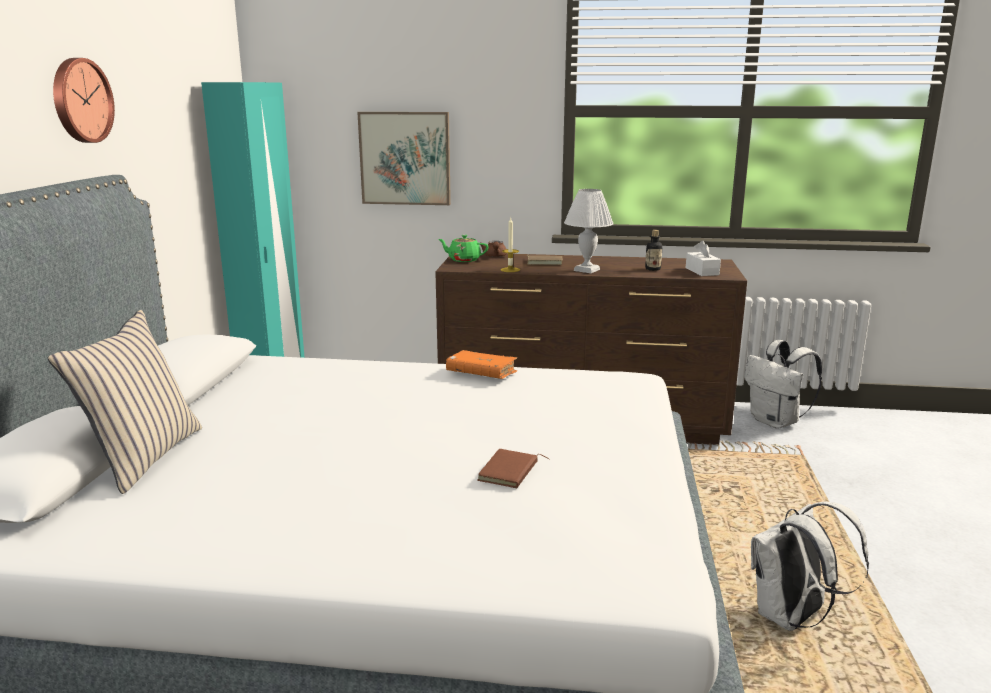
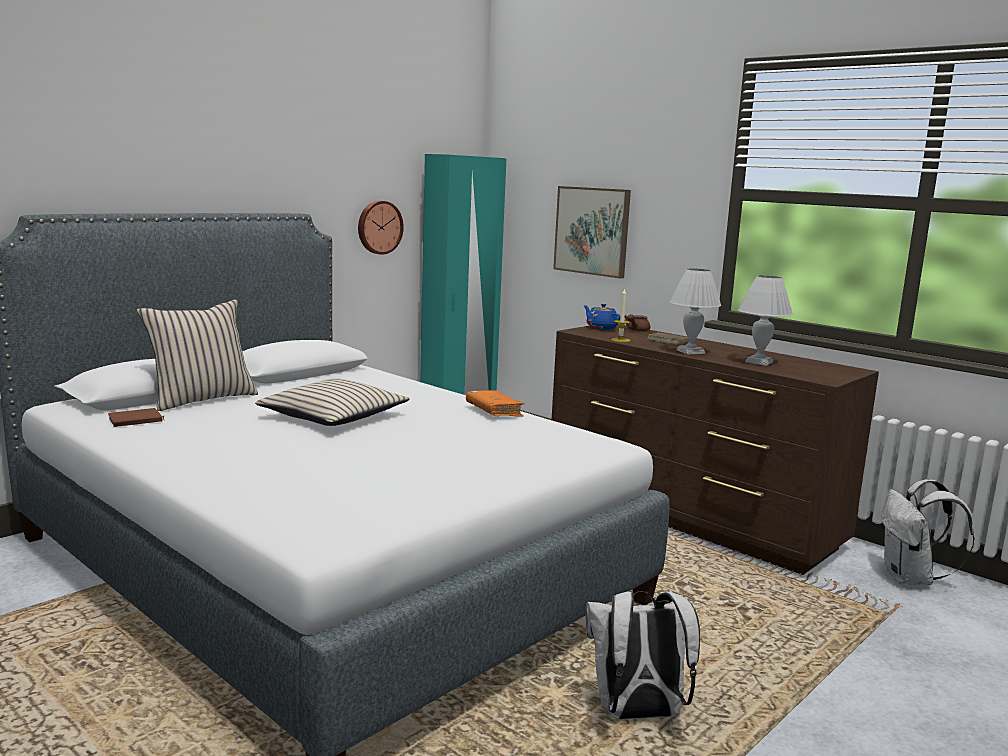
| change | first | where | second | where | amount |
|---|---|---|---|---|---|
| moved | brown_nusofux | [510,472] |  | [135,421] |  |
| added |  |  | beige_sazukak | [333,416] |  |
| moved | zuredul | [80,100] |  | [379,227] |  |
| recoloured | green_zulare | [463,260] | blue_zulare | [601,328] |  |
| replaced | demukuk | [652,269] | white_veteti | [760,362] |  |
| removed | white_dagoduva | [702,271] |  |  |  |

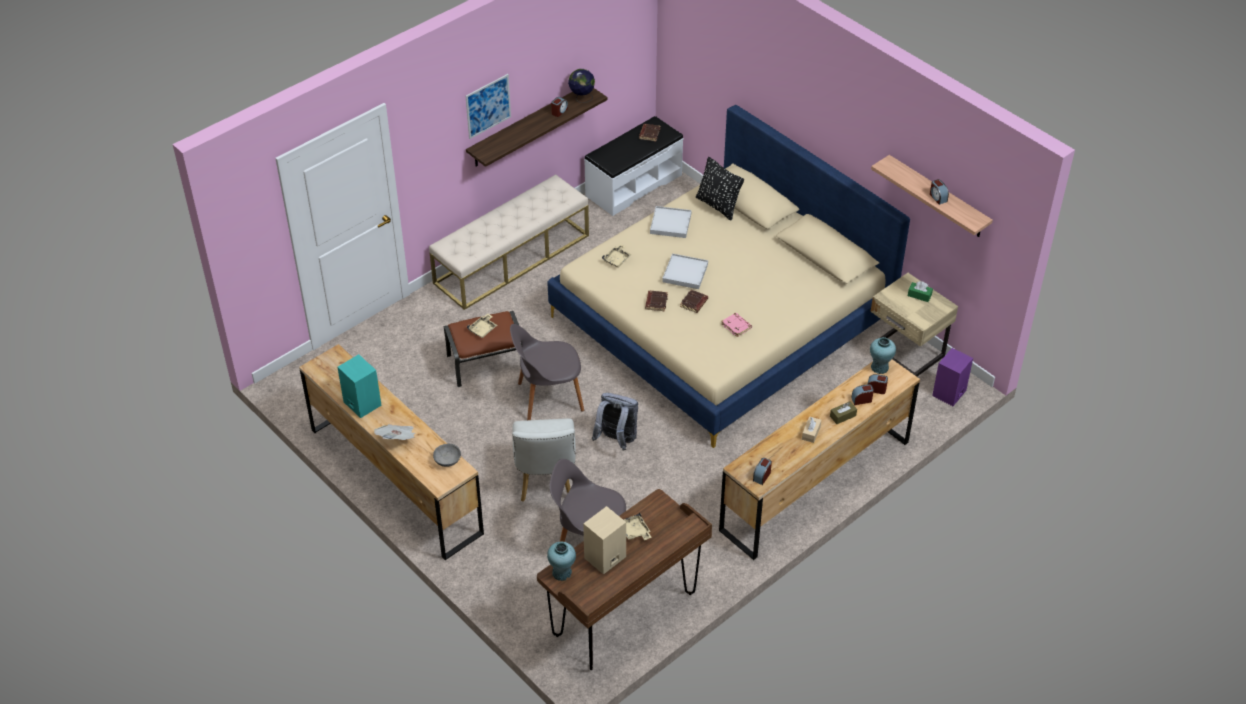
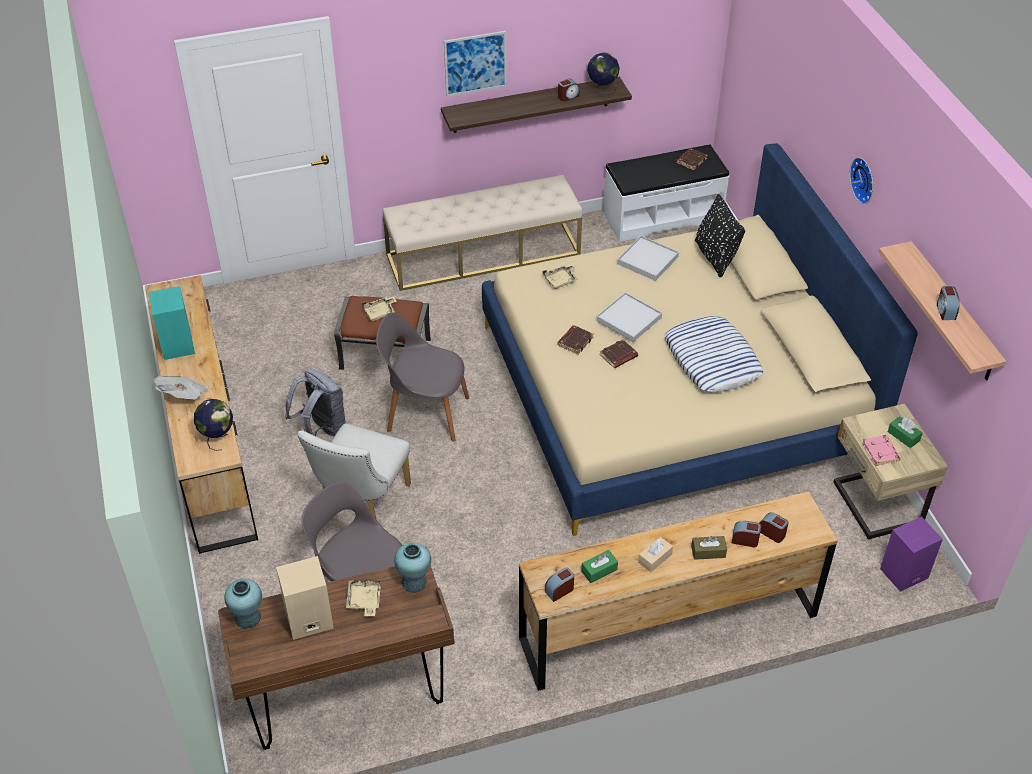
| change | first | where | second | where | amount |
|---|---|---|---|---|---|
| replaced | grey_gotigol | [447,460] | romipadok | [218,438] |  |
| moved | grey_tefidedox | [616,440] |  | [321,429] |  |
| moved | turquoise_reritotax | [879,367] |  | [414,582] |  |
| added |  |  | green_dagoduva | [599,570] |  |
| added |  |  | sazukak | [712,360] |  |
| added |  |  | zuredul | [865,180] |  |
| moved | pink_nusofux | [737,326] |  | [881,453] |  |

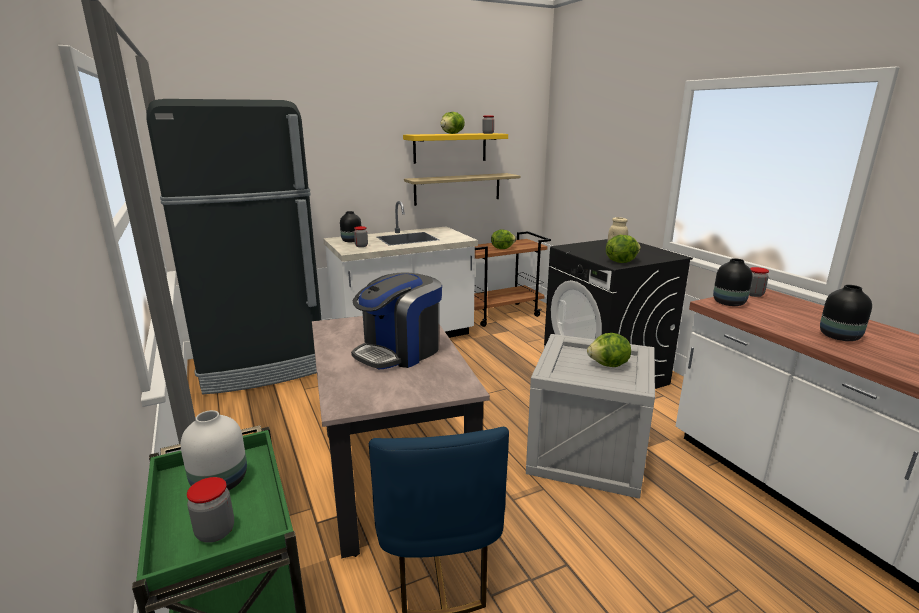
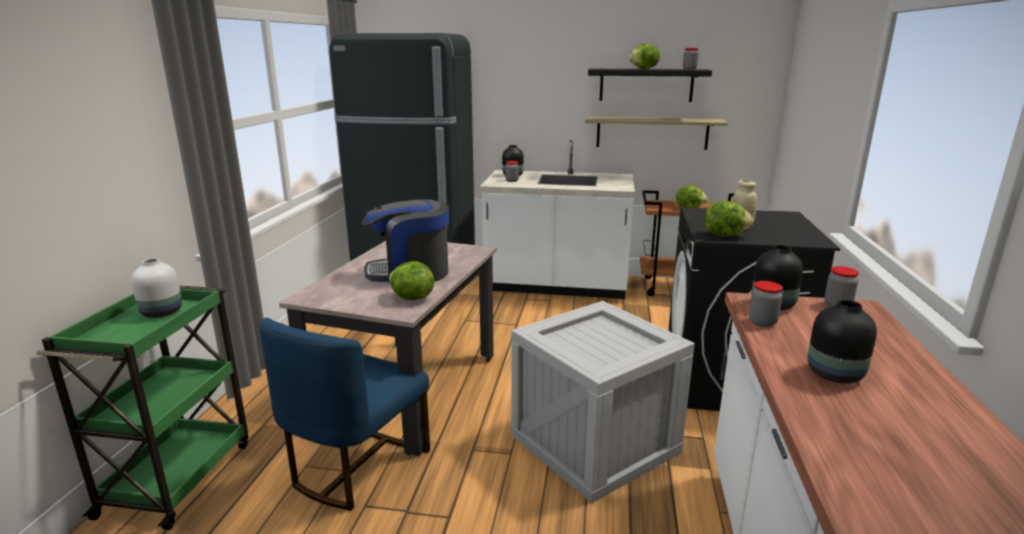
| change | first | where | second | where | amount |
|---|---|---|---|---|---|
| moved | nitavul | [608,365] |  | [411,298] |  |
| recoloured | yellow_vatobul | [450,148] | black_vatobul | [646,85] |  |
| moved | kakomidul | [215,532] |  | [762,322] |  |

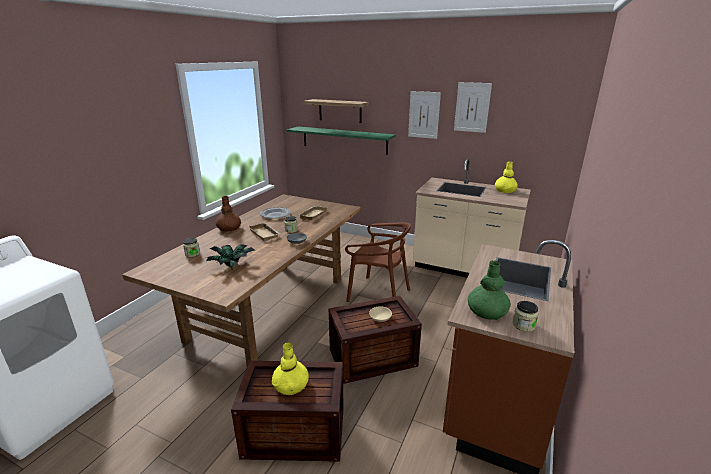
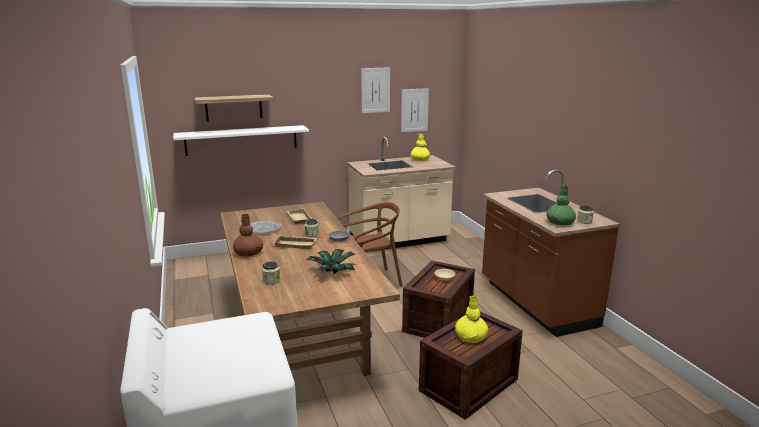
| change | first | where | second | where | amount |
|---|---|---|---|---|---|
| recoloured | green_vatobul | [344,140] | white_vatobul | [241,140] |  |
| moved | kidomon | [424,115] |  | [414,110] |  |

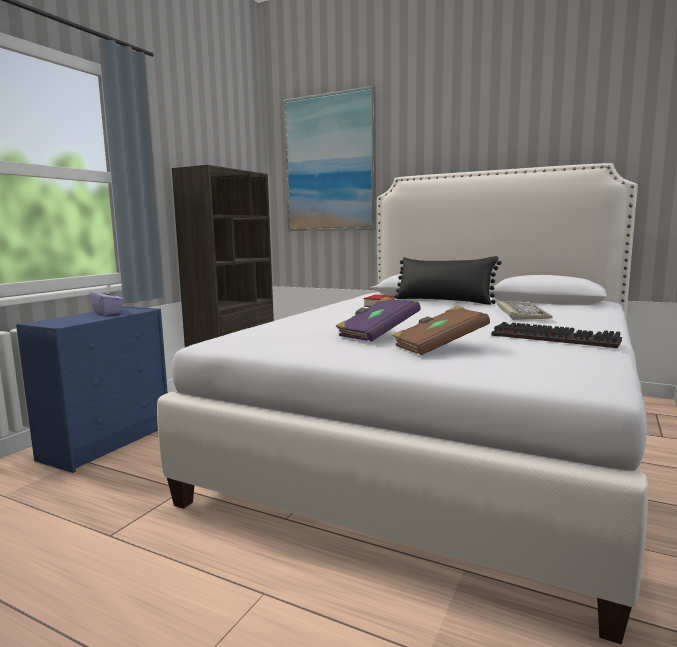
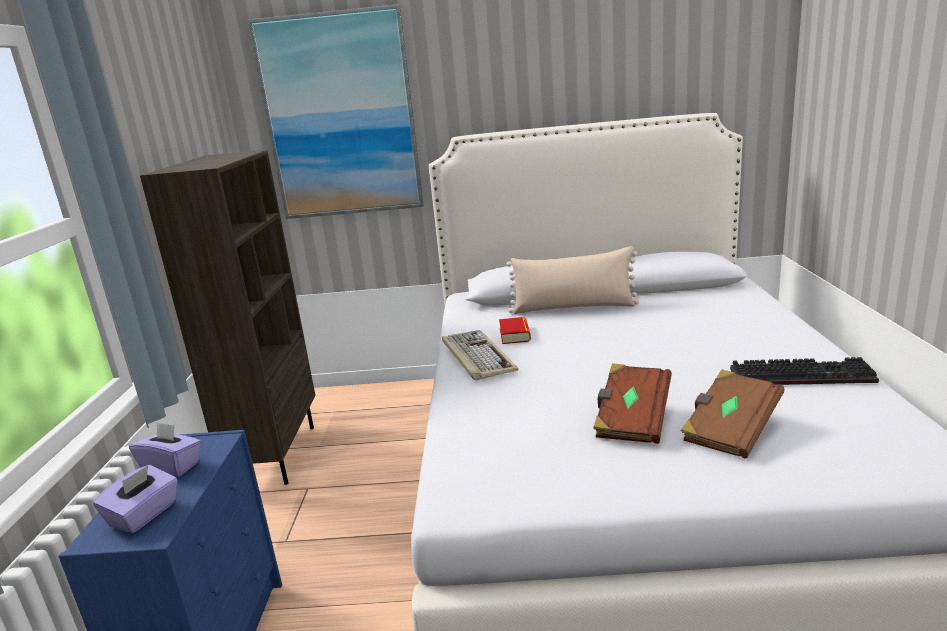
| change | first | where | second | where | amount |
|---|---|---|---|---|---|
| added |  |  | purple_dagoduva | [144,515] |  |
| moved | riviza | [520,313] |  | [476,357] |  |
| recoloured | black_sazukak | [444,301] | beige_sazukak | [573,307] |  |
| recoloured | purple_nusofux | [377,334] | brown_nusofux | [631,420] |  |

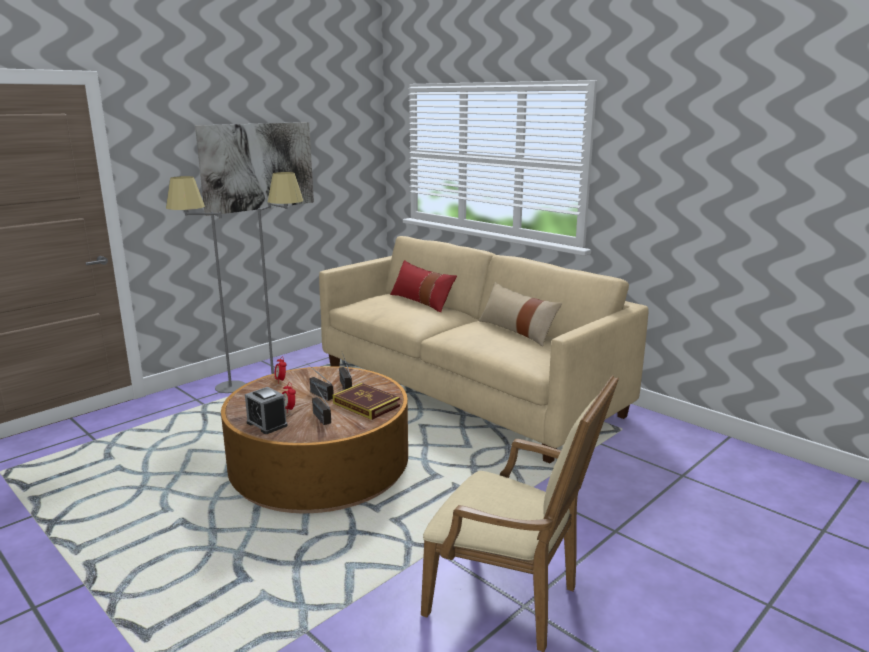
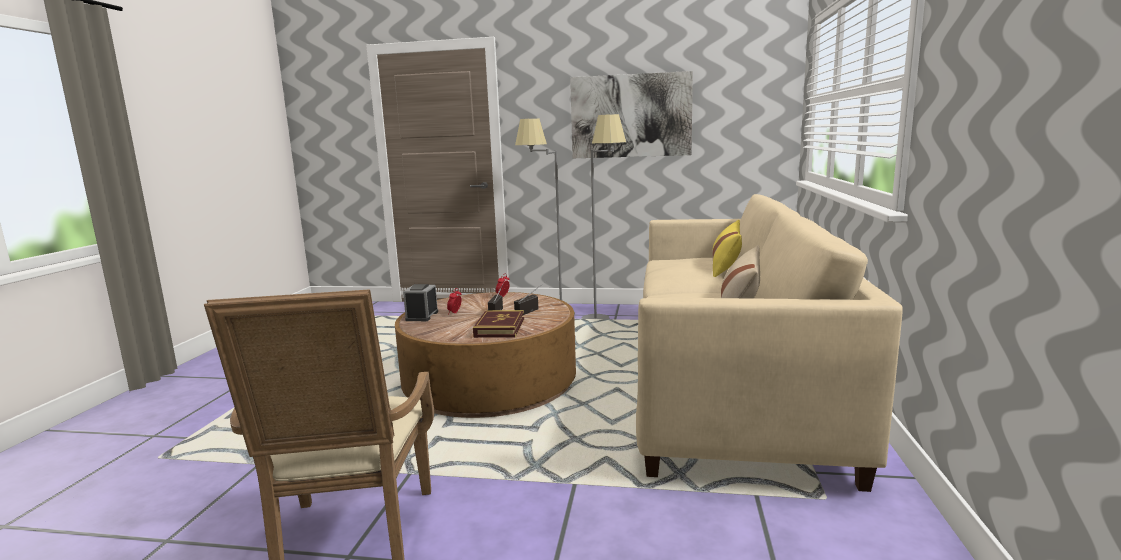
| change | first | where | second | where | amount |
|---|---|---|---|---|---|
| recoloured | red_sazukak | [421,302] | yellow_sazukak | [726,267] |  |
| removed | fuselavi | [318,414] |  |  |  |

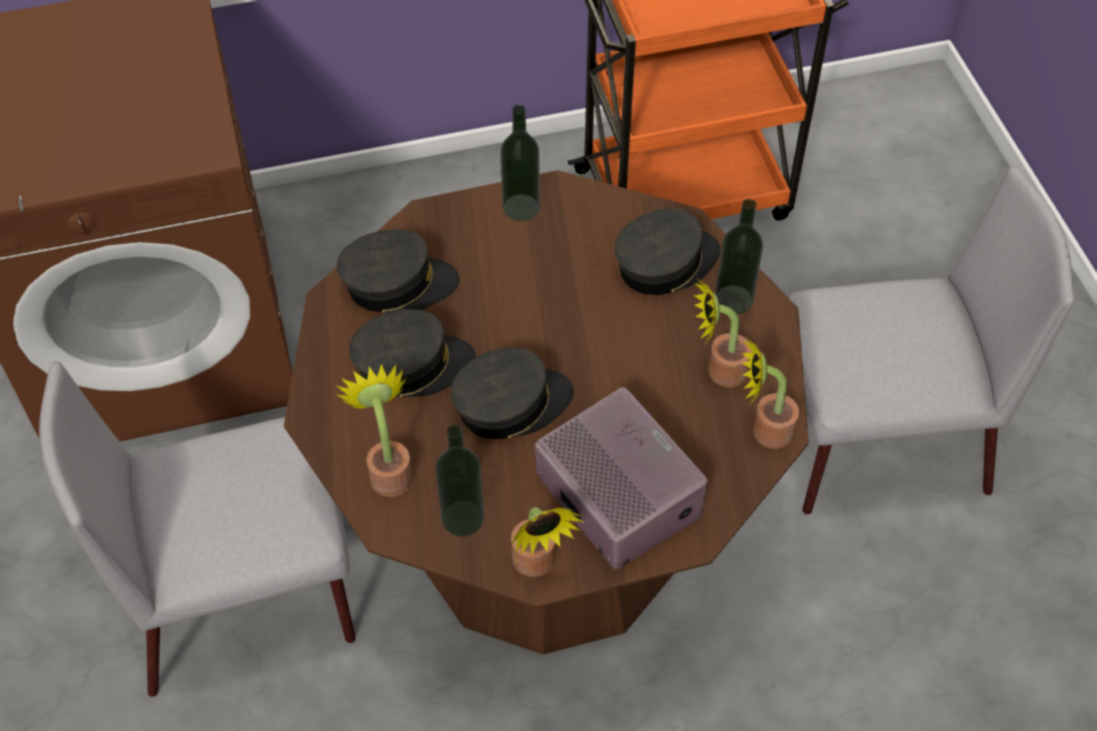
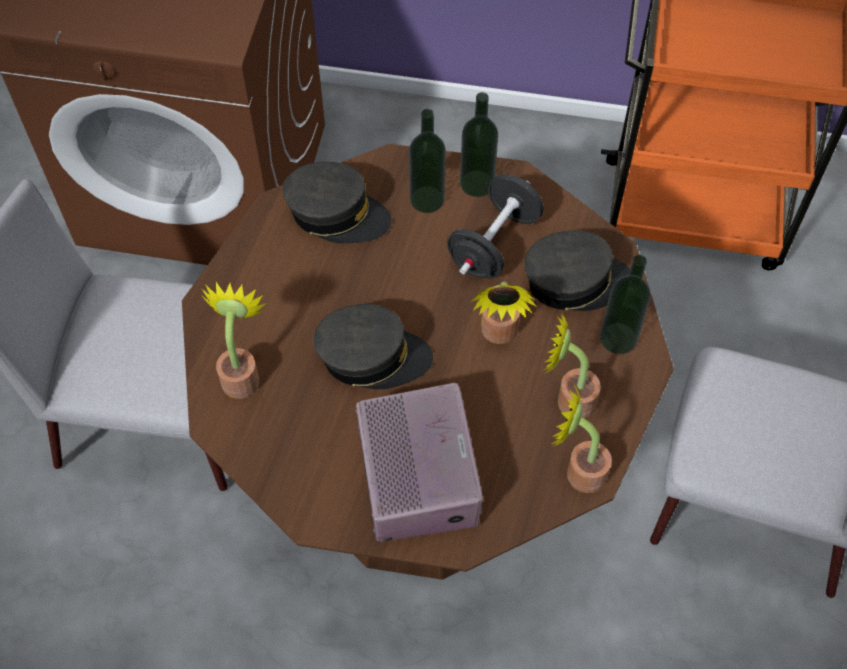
| change | first | where | second | where | amount |
|---|---|---|---|---|---|
| moved | demukuk | [462,518] |  | [427,199] |  |
| added |  |  | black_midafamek | [494,244] |  |
| moved | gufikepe | [537,565] |  | [499,335] |  |
| removed | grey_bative | [412,366] |  |  |  |

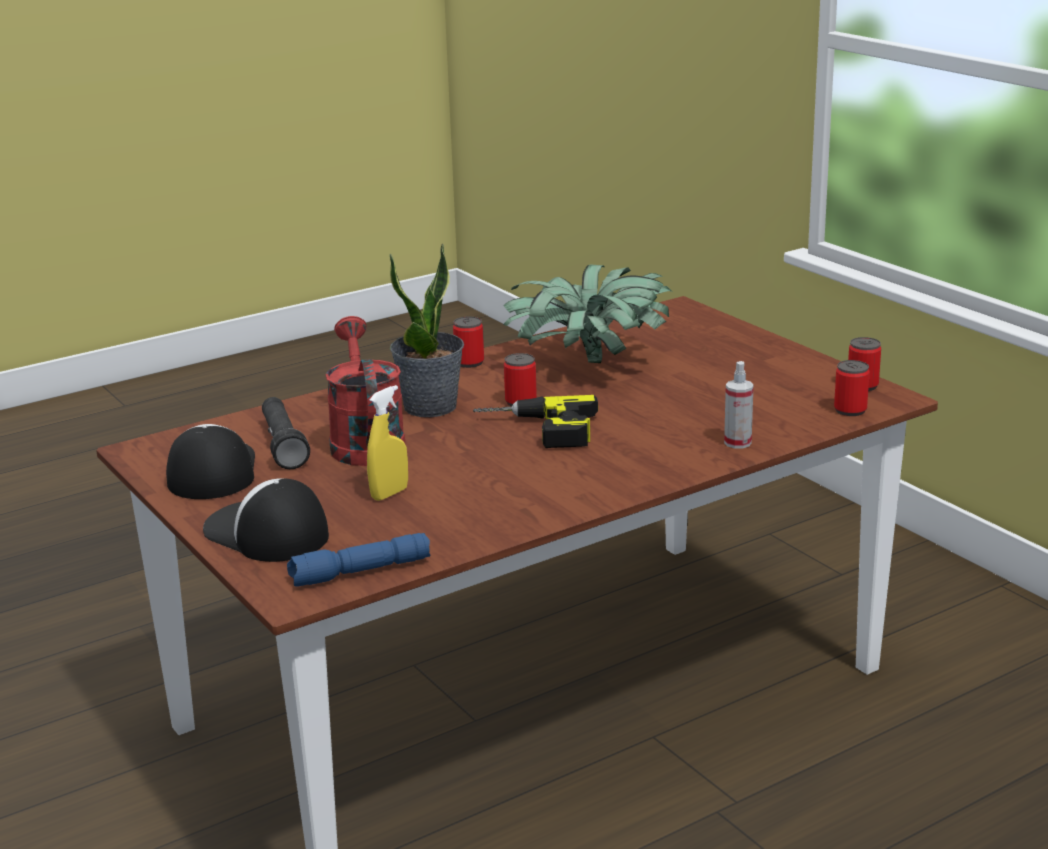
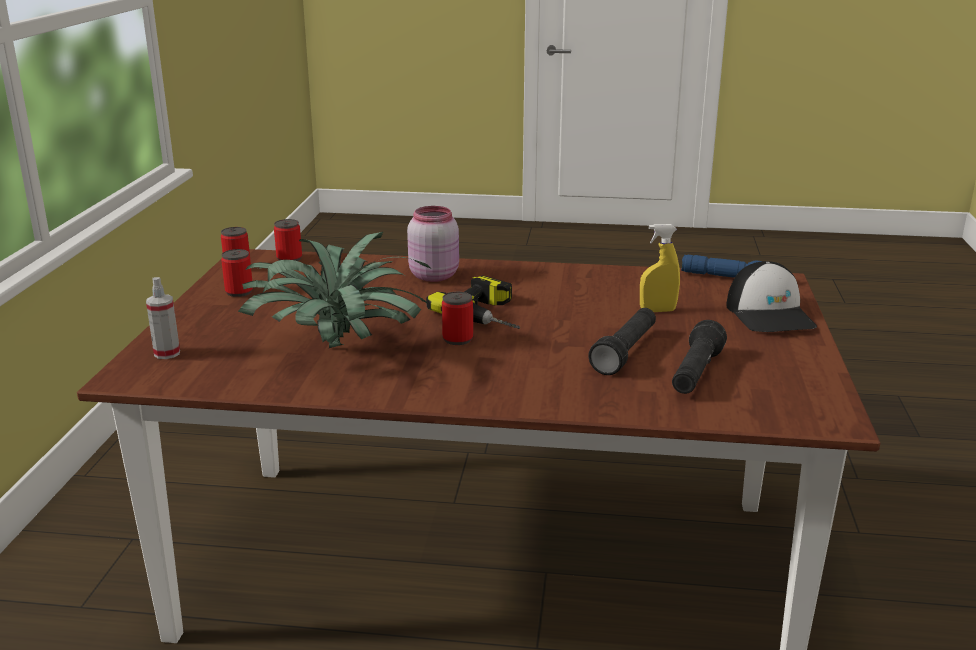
| change | first | where | second | where | amount |
|---|---|---|---|---|---|
| moved | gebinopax | [737,443] |  | [167,353] |  |
| moved | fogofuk | [469,362] |  | [239,292] |  |
| added |  |  | pink_kakomidul | [434,275] |  |
| replaced | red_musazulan | [365,442] | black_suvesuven | [625,352] |  |
| removed | bative | [211,472] |  |  |  |
| removed | gufikepe | [431,407] |  |  |  |

